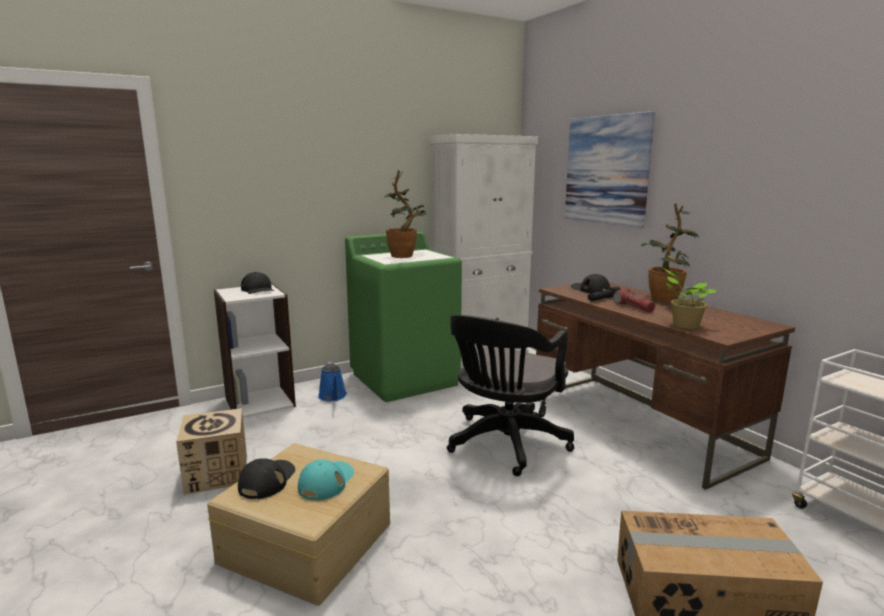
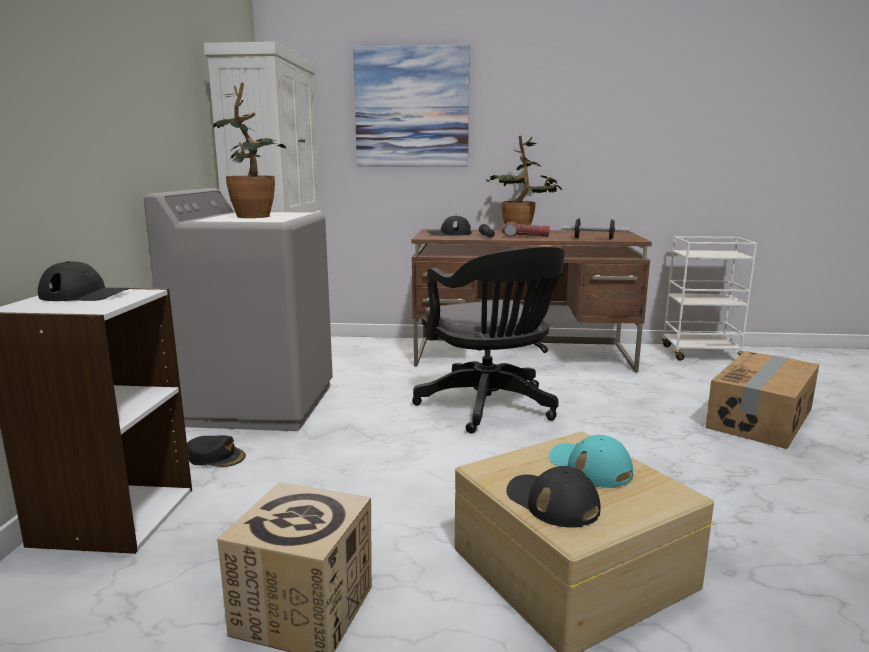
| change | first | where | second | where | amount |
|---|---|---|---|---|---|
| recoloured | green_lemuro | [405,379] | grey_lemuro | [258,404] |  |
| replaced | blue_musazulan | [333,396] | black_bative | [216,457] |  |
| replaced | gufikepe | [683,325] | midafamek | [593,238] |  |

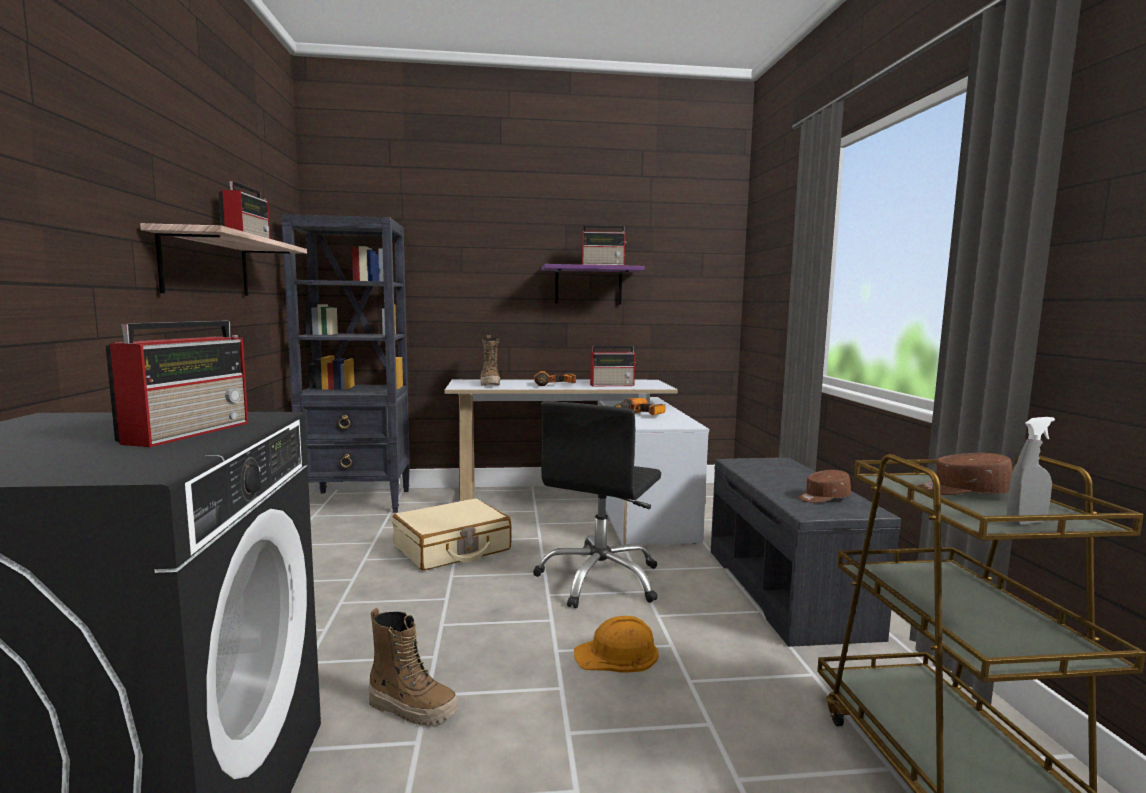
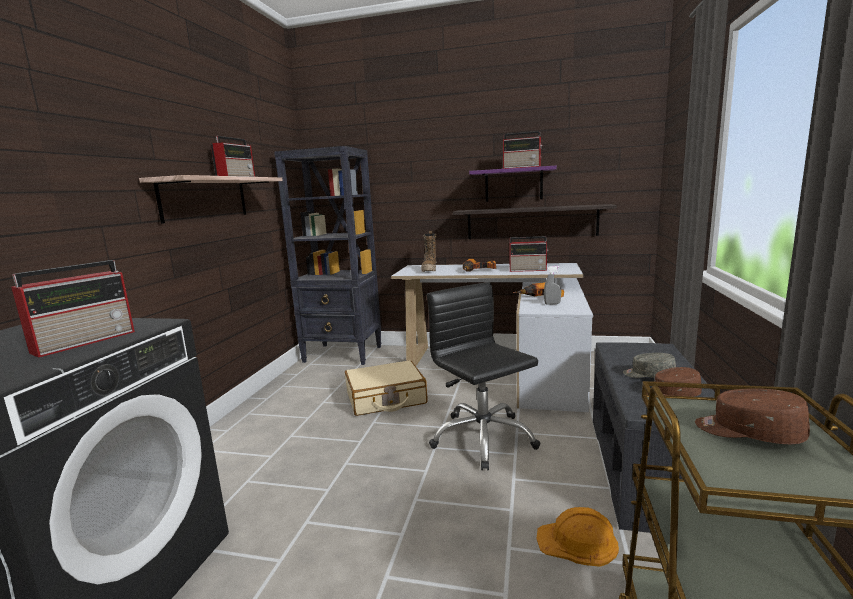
| change | first | where | second | where | amount |
|---|---|---|---|---|---|
| turned | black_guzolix | [600,579] |  | [483,438] | 105 degrees clockwise |
| added |  |  | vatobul | [531,222] |  |
| moved | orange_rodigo | [617,654] |  | [577,542] |  |
| moved | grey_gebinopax | [1025,522] |  | [552,304] |  |
| added |  |  | grey_bative | [648,375] |  |
| removed | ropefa | [412,708] |  |  |  |

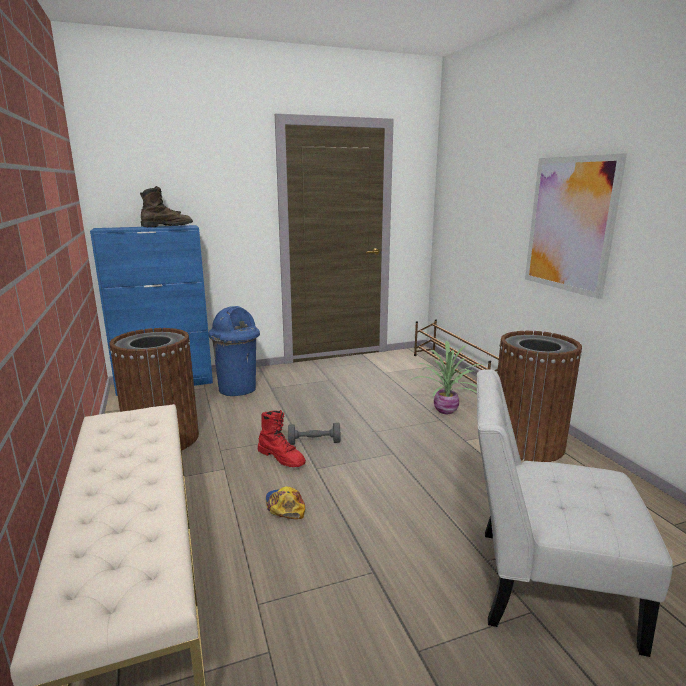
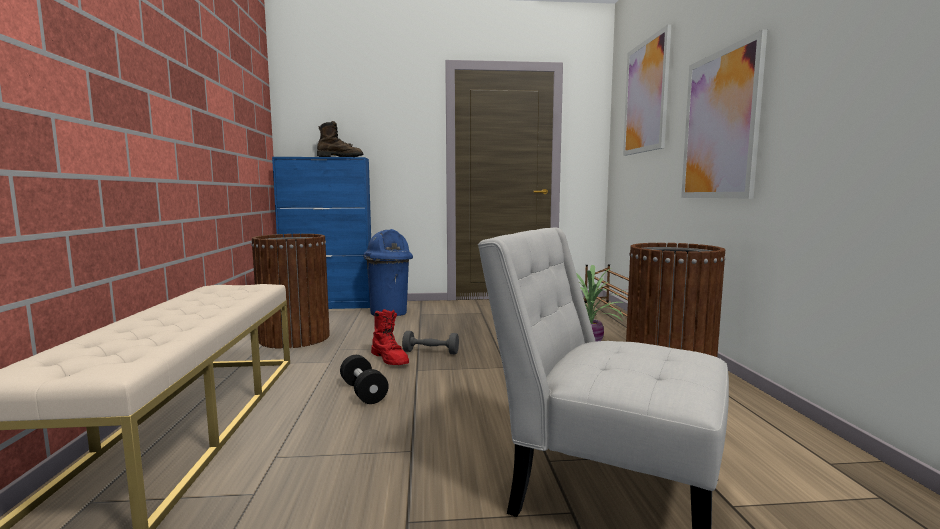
| change | first | where | second | where | amount |
|---|---|---|---|---|---|
| replaced | bative | [284,506] | black_midafamek | [363,392] |  |
| added |  |  | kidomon | [646,96] |  |

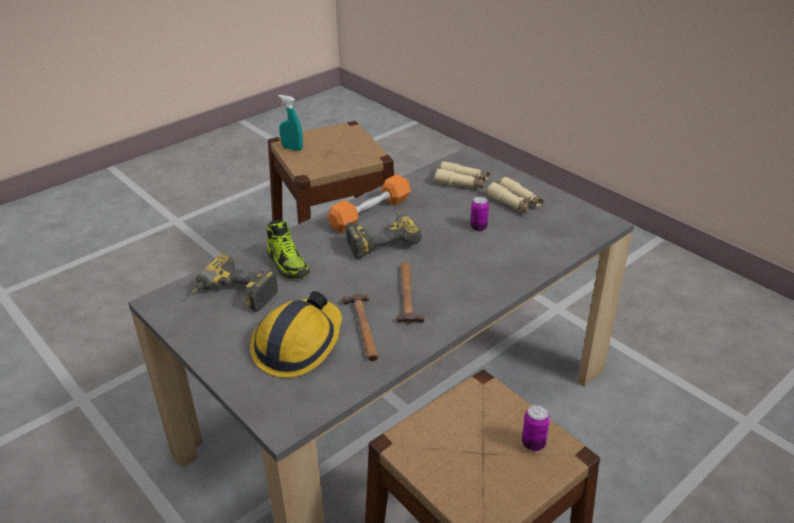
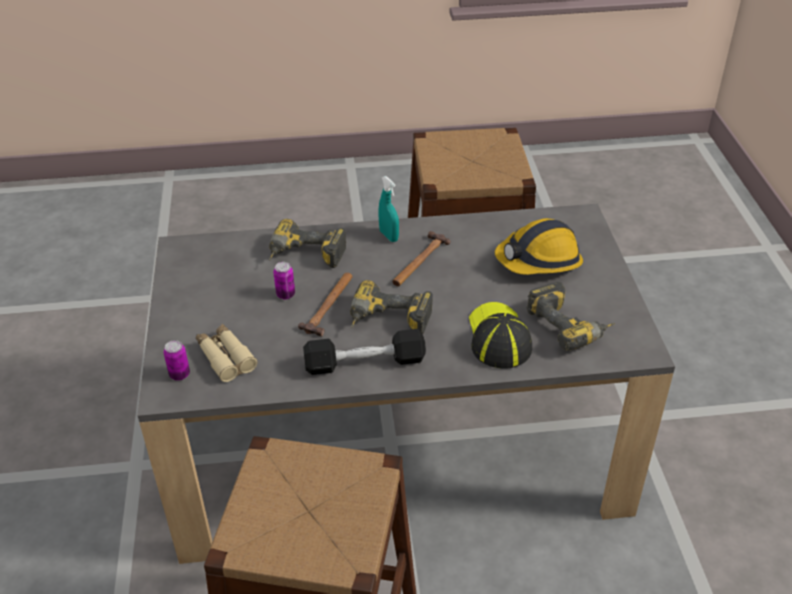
| change | first | where | second | where | amount |
|---|---|---|---|---|---|
| moved | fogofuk | [533,443] |  | [179,374] |  |
| added |  |  | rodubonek | [305,257] |  |
| moved | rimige | [363,328] |  | [330,305] |  |
| recoloured | orange_midafamek | [370,213] | black_midafamek | [365,363] |  |
| moved | turquoise_gebinopax | [292,148] |  | [389,236] |  |
| replaced | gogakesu | [288,264] | bative | [498,338] |  |
| removed | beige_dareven | [515,202] |  |  |  |

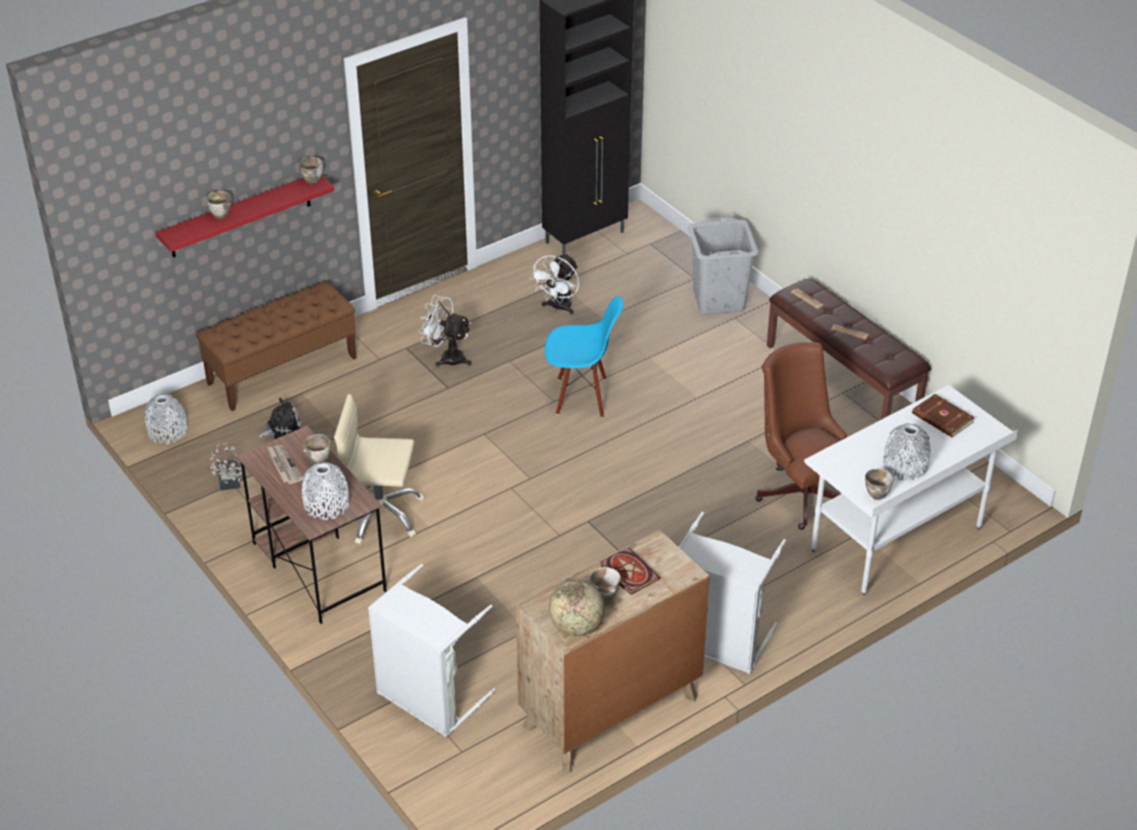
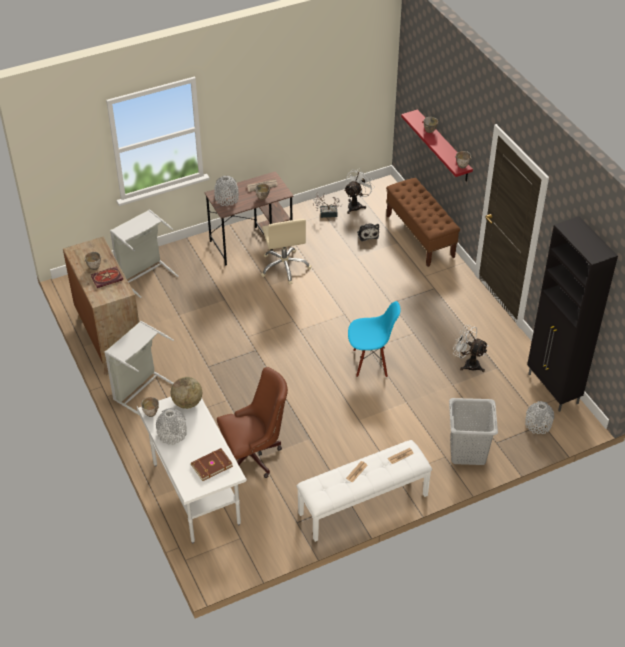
| change | first | where | second | where | amount |
|---|---|---|---|---|---|
| moved | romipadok | [576,627] |  | [187,403] |  |
| turned | beige_guzolix | [380,515] |  | [284,267] | 150 degrees clockwise |
| recoloured | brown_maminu | [843,380] | white_maminu | [363,505] |  |
| moved | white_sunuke | [447,357] |  | [356,205] |  |
| turned | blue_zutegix | [581,397] |  | [370,362] | 105 degrees counterclockwise |
| moved | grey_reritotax | [167,432] |  | [538,424] |  |

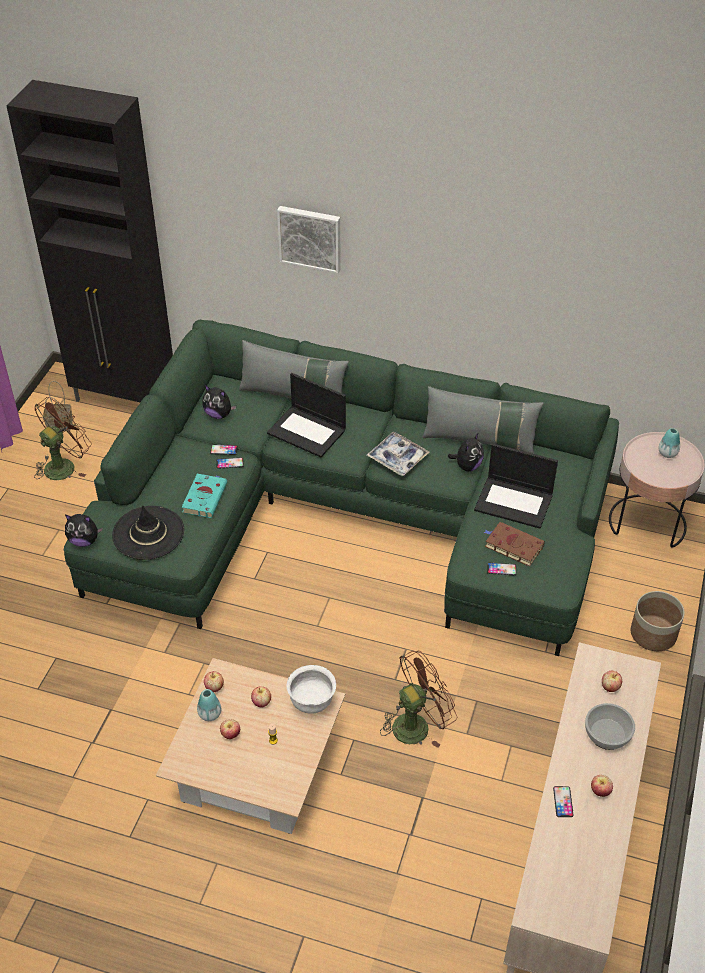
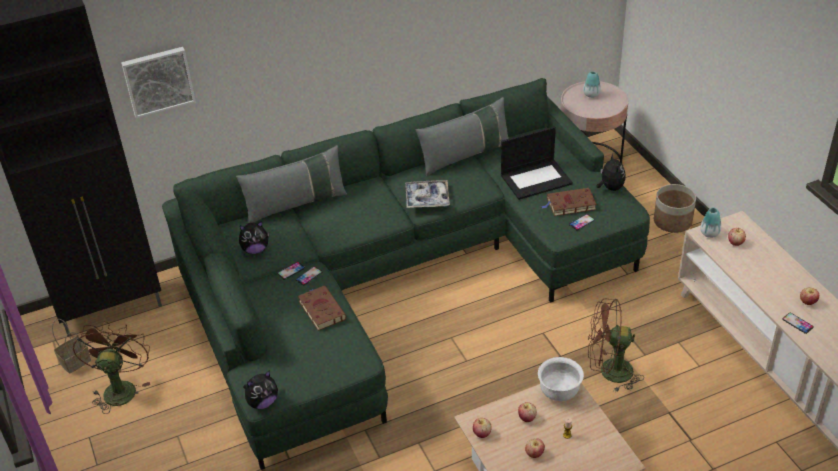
| change | first | where | second | where | amount |
|---|---|---|---|---|---|
| moved | kidomon | [310,237] |  | [158,80] |  |
| recoloured | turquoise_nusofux | [205,497] | brown_nusofux | [321,309] |  |
| turned | brown_sunuke | [417,724] |  | [609,372] | 105 degrees counterclockwise |
| moved | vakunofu | [467,466] |  | [610,187] |  |
| moved | reritotax | [210,714] |  | [709,233] |  |
| removed | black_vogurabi | [148,533] |  |  |  |
| removed | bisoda | [308,431] |  |  |  |
| removed | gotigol | [607,734] |  |  |  |

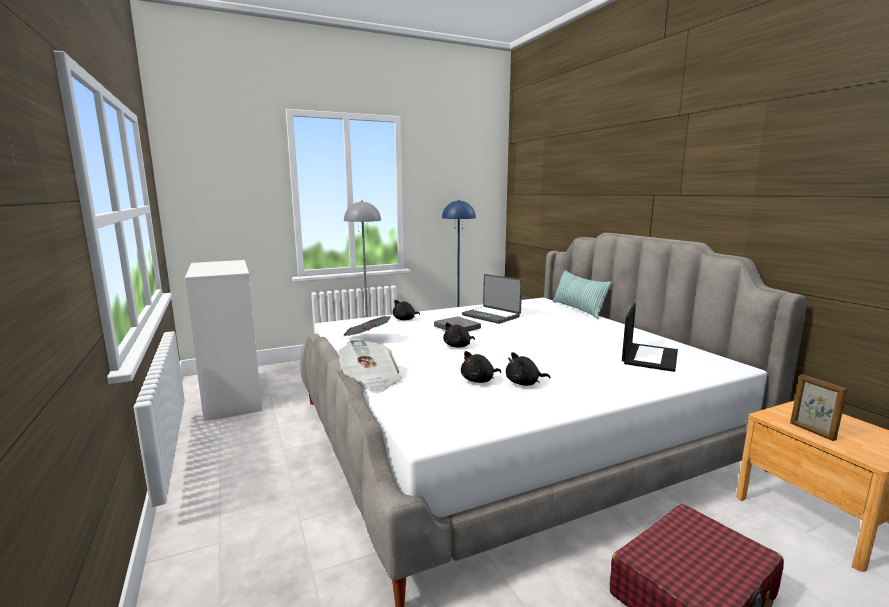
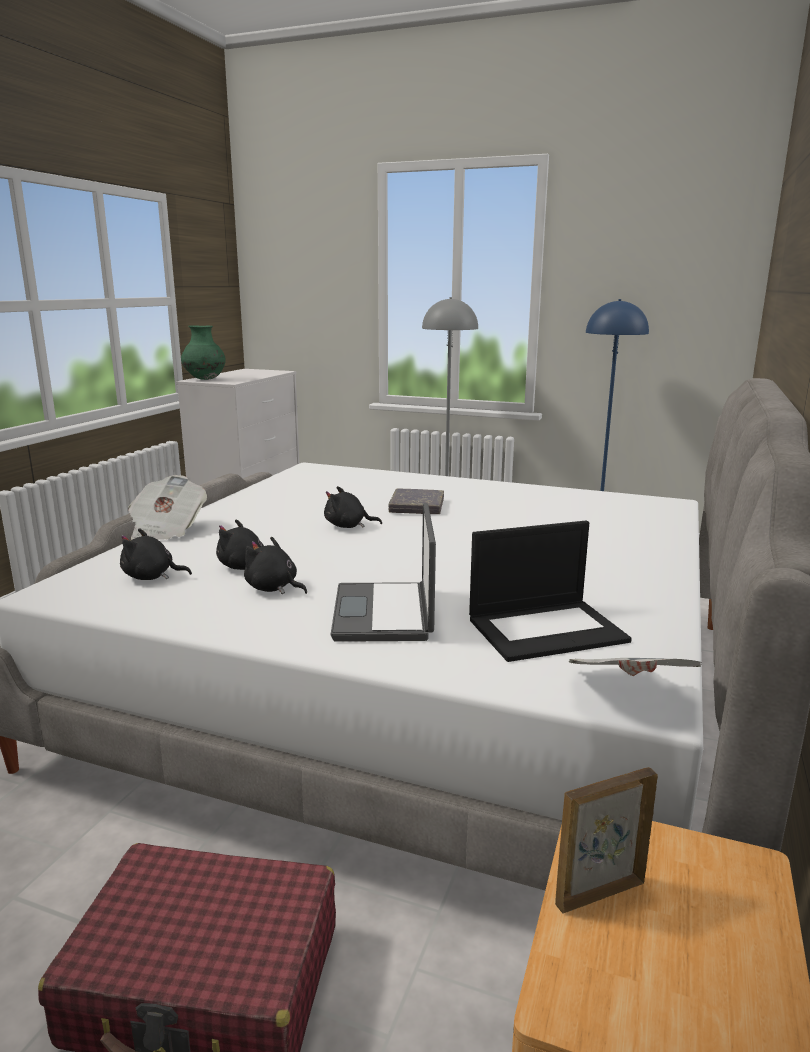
| change | first | where | second | where | amount |
|---|---|---|---|---|---|
| moved | black_vakunofu | [405,319] |  | [151,577] |  |
| added |  |  | green_reritotax | [205,379] |  |
| moved | bisoda | [492,316] |  | [385,613] |  |
| turned | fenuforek | [812,431] |  | [598,892] | 45 degrees clockwise |
| moved | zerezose | [367,339] |  | [628,694] |  |
| removed | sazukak | [578,309] |  |  |  |

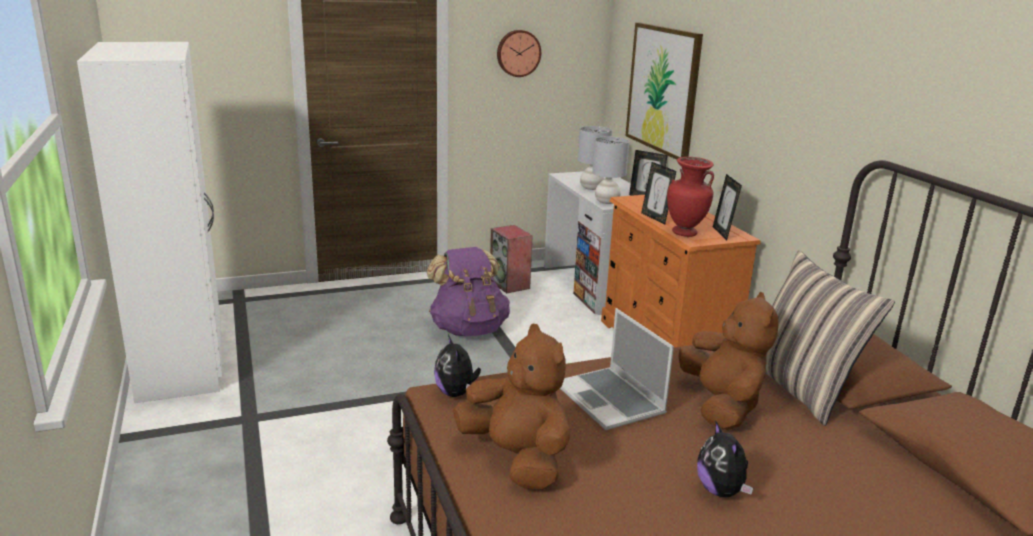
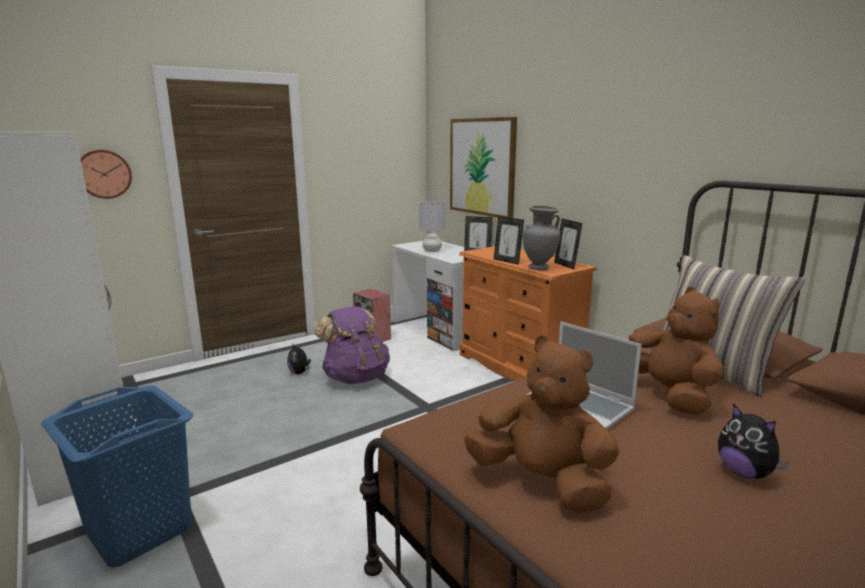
| change | first | where | second | where | amount |
|---|---|---|---|---|---|
| added |  |  | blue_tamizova | [140,529] |  |
| moved | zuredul | [518,53] |  | [104,174] |  |
| moved | vakunofu | [456,393] |  | [300,372] |  |
| recoloured | red_reritotax | [685,233] | grey_reritotax | [539,268] |  |
| removed | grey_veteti | [607,202] |  |  |  |

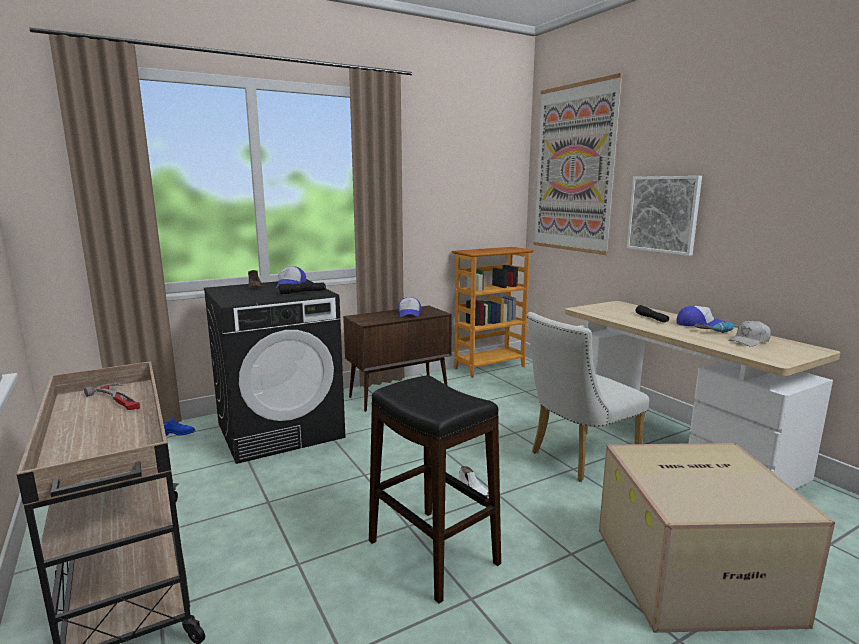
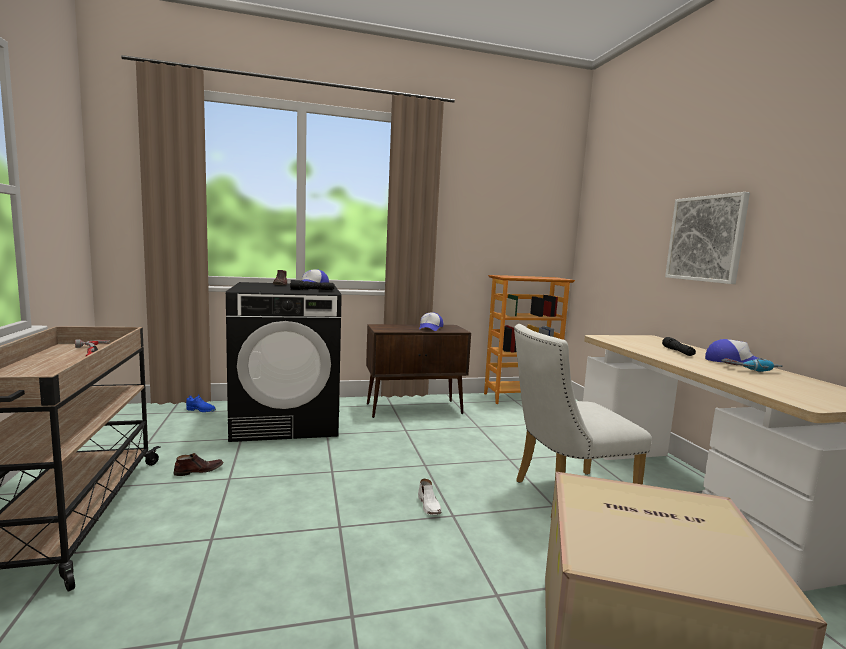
| change | first | where | second | where | amount |
|---|---|---|---|---|---|
| added |  |  | brown_gogakesu | [199,470] |  |
| removed | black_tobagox | [432,552] |  |  |  |
| removed | kidomon | [573,169] |  |  |  |
| removed | white_bative | [749,341] |  |  |  |

